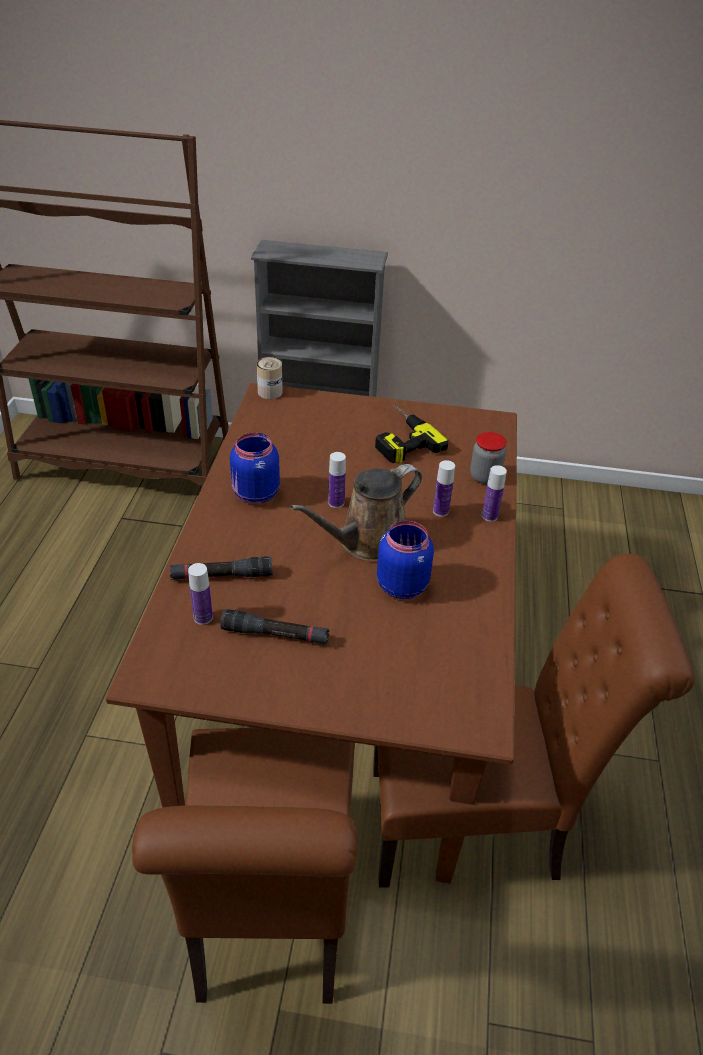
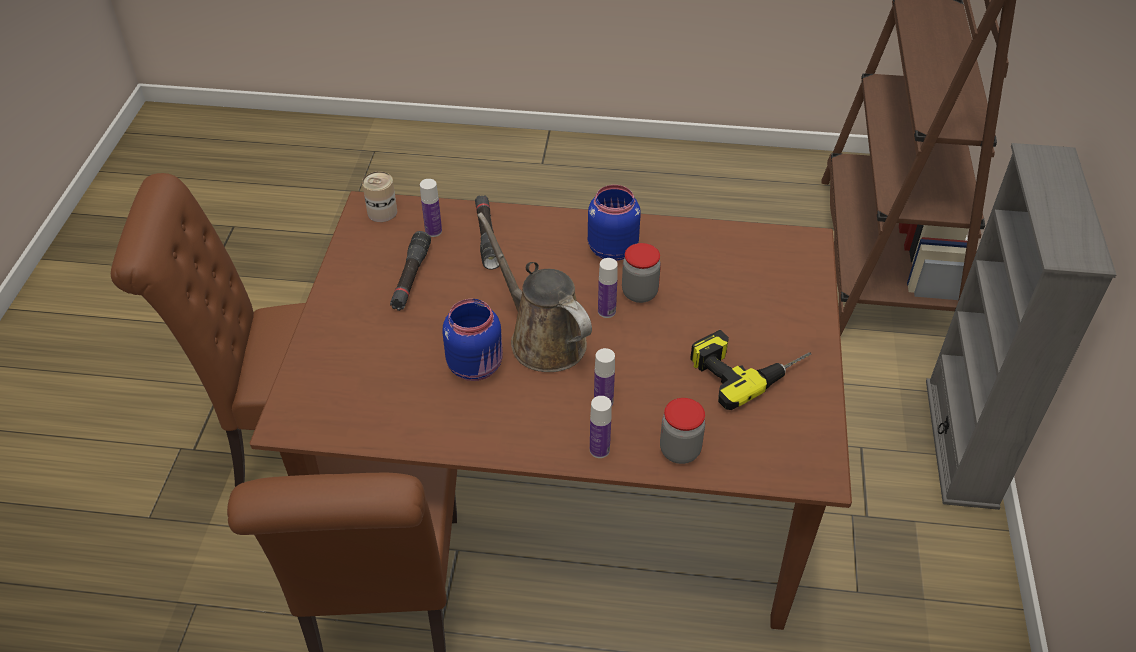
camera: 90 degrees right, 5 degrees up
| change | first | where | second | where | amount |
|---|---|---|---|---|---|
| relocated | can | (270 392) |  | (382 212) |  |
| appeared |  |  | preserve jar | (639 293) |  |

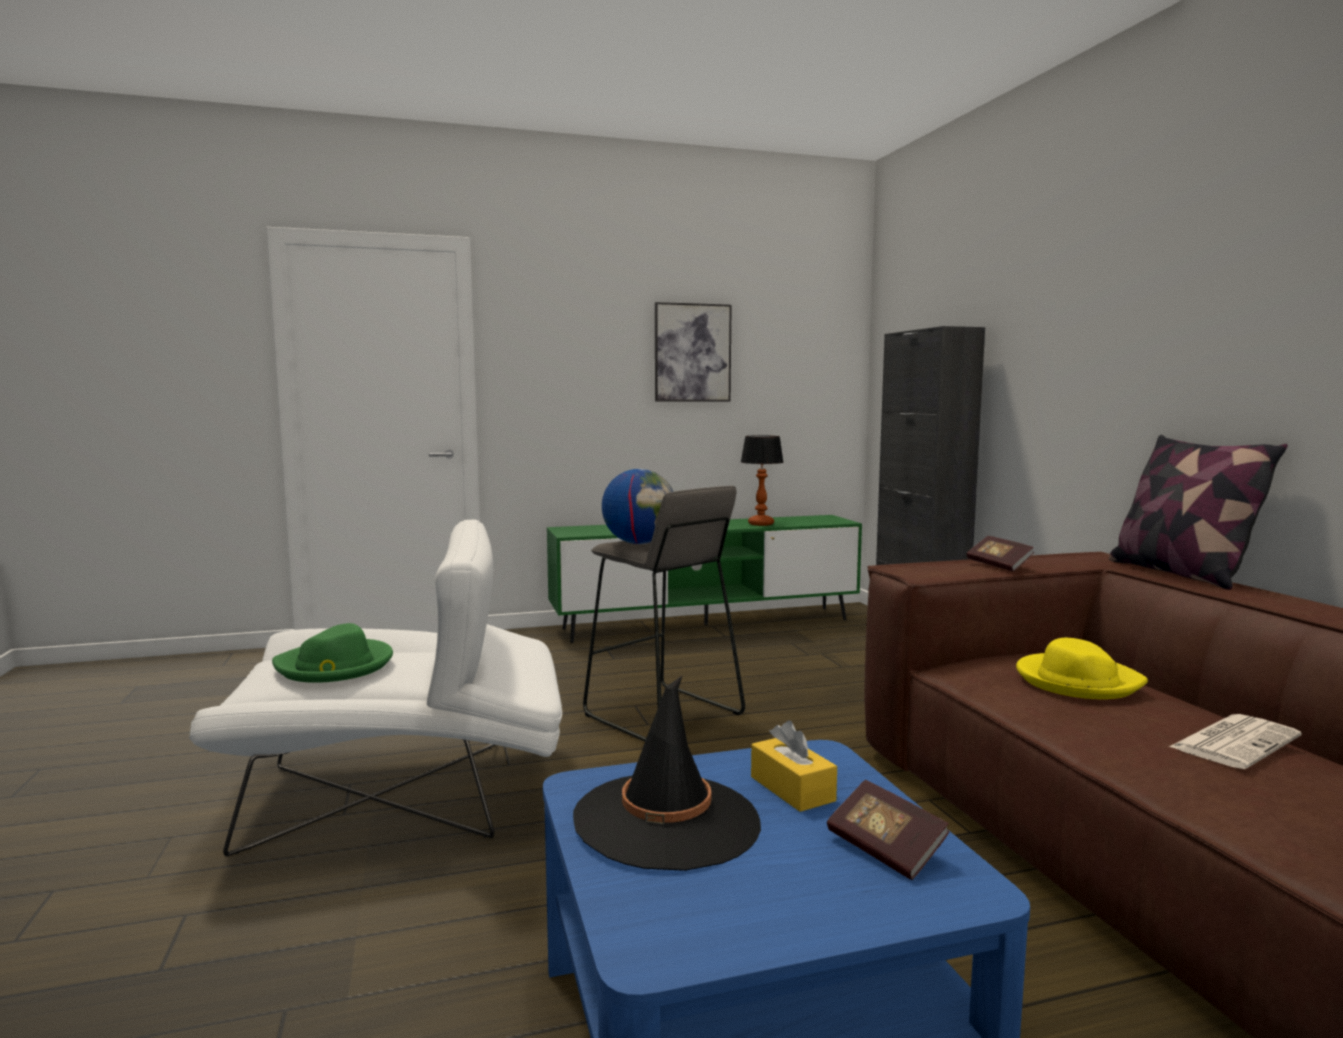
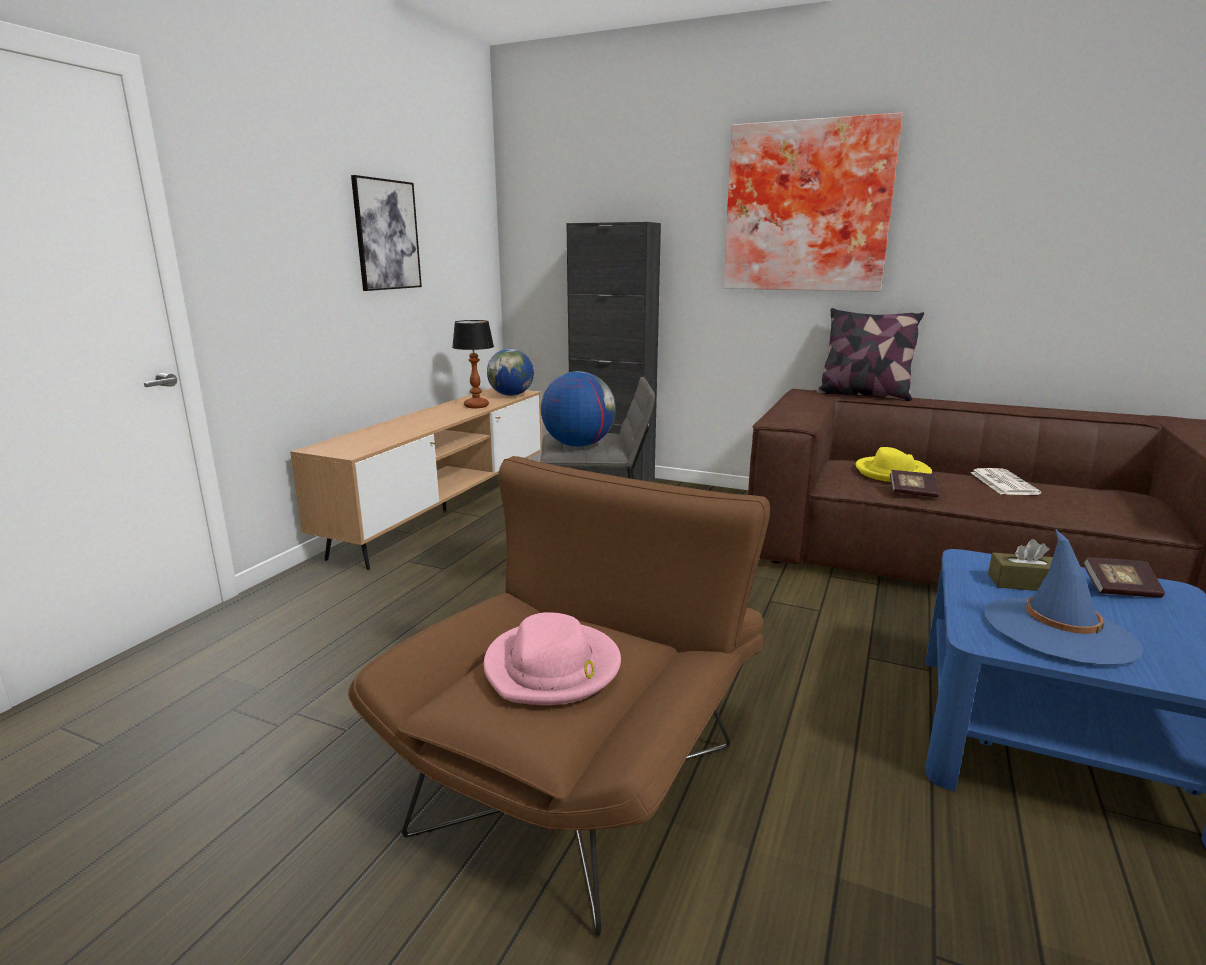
camera: 50 degrees left, 10 degrees up
| change | first | where | second | where | amount |
|---|---|---|---|---|---|
| colour | greenish media console | (706 624) | brown-coloured media console | (445 512) |  |
| colour | white-coloured lounge chair | (404 795) | brown-coloured lounge chair | (587 768) |  |
| colour | greenish hat | (335 666) | pink-coloured hat | (553 668) |  |
| appeared |  |  | desk globe | (511 395) |  |
| appeared |  |  | wall art | (807 208) |  |
| relocated | volume | (998 565) |  | (912 493) |  |
| colour | blackish hat | (667 821) | blue hat | (1058 631) |  |
| colour | yellow tissue box | (792 789) | brown-coloured tissue box | (1023 583) |  |

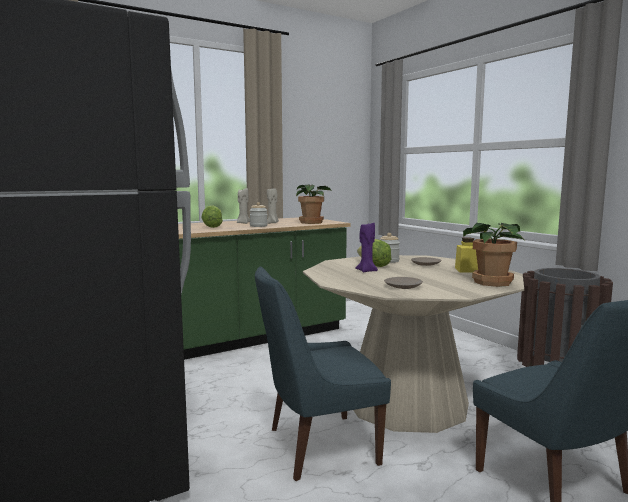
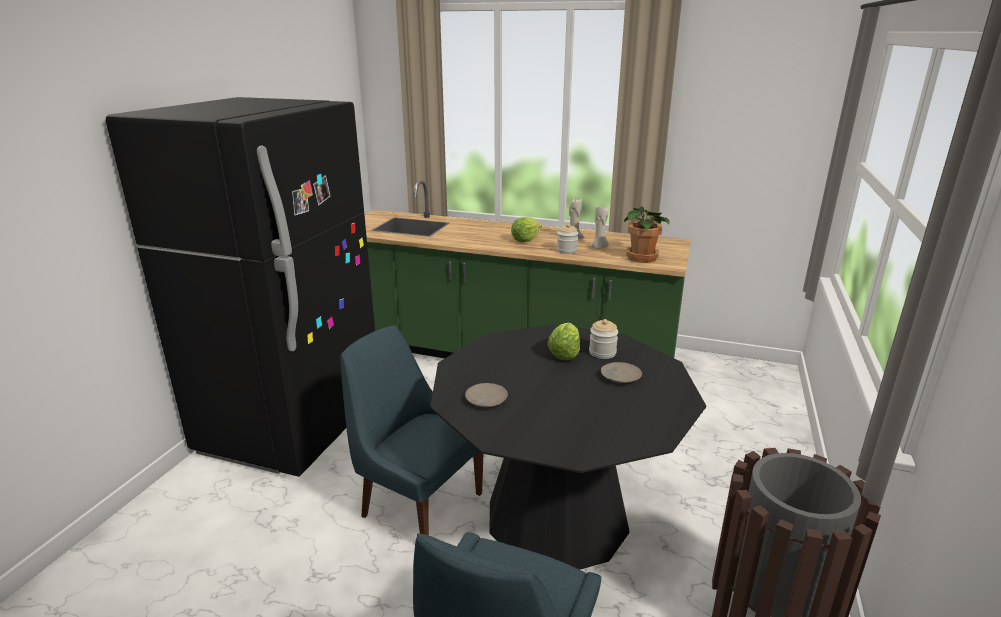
camera: 50 degrees right, 15 degrees up
| change | first | where | second | where | amount |
|---|---|---|---|---|---|
| colour | beige dining table | (407 402) | blackish dining table | (557 516) |  |
| missing | purplish candle | (366 271) |  |  |  |
| missing | yellow preserve jar | (466 270) |  |  |  |
| missing | houseplant | (491 282) |  |  |  |

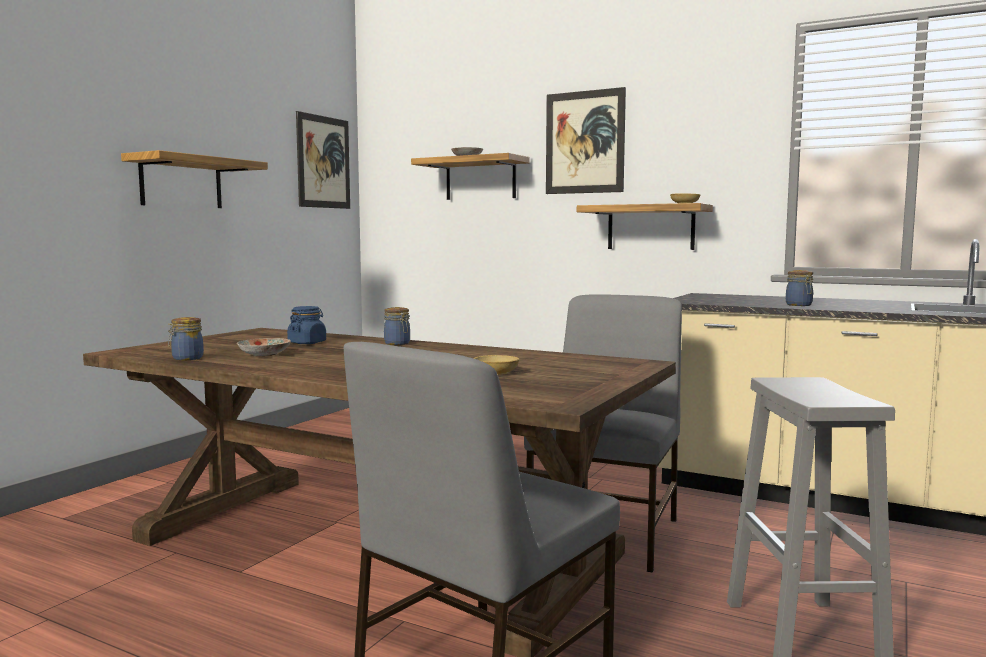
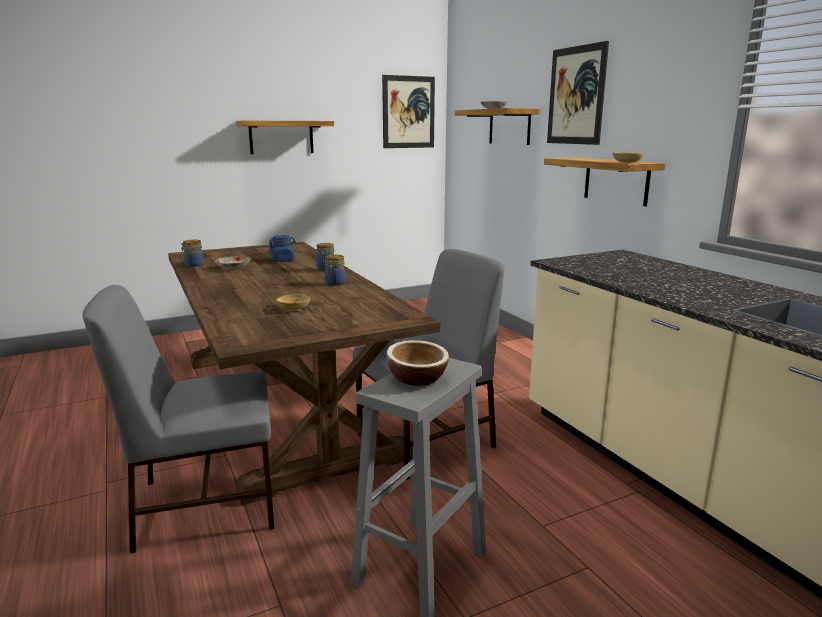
camera: 35 degrees right, 10 degrees up
| change | first | where | second | where | amount |
|---|---|---|---|---|---|
| relocated | preserve jar | (799 305) |  | (334 283) |  |
| appeared |  |  | bowl | (417 378) |  |

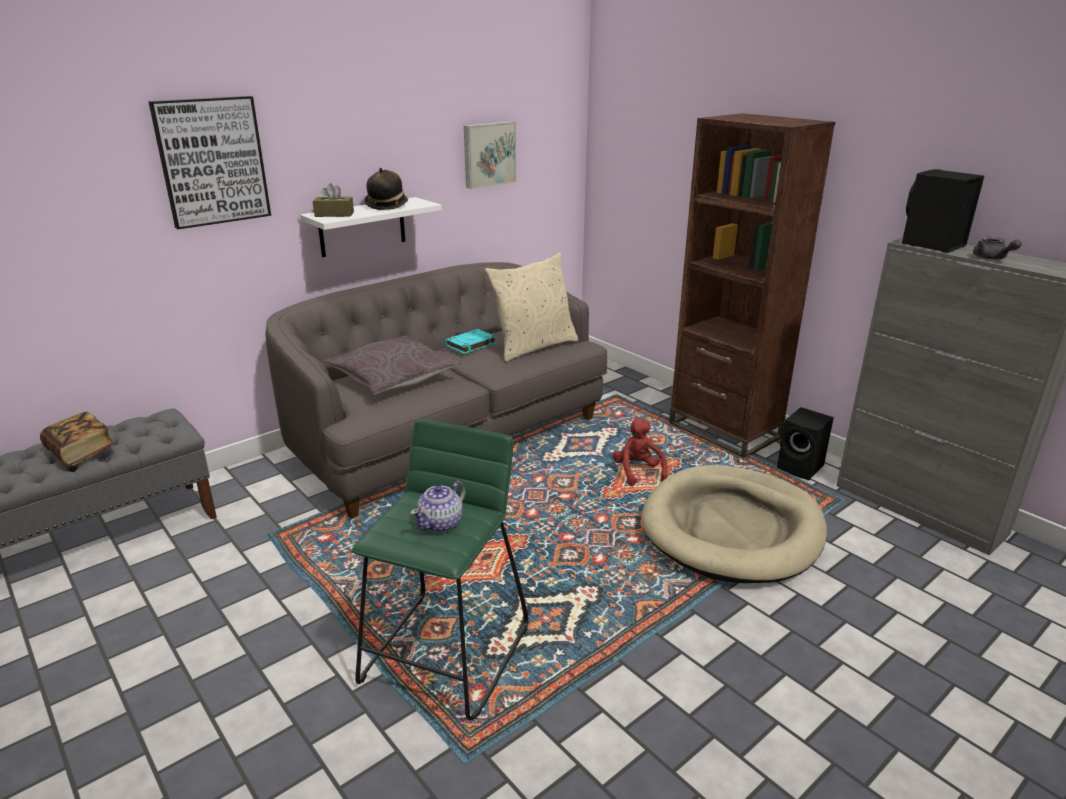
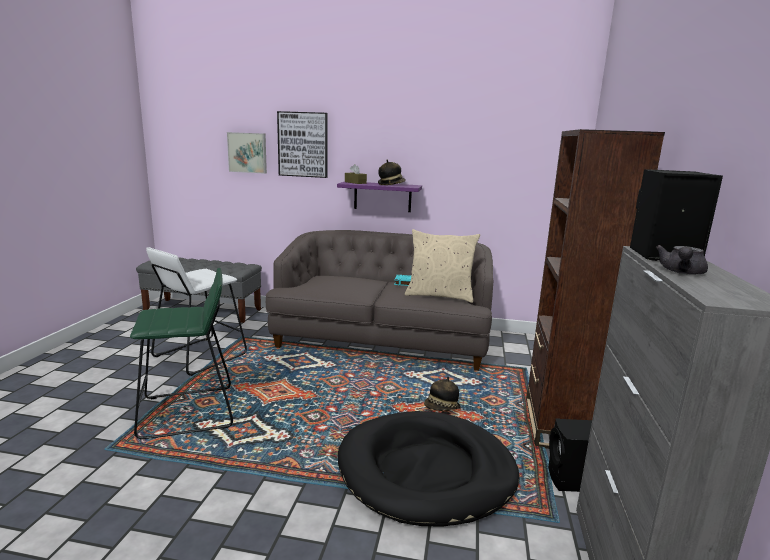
camera: 50 degrees right, 10 degrees down
| change | first | where | second | where | amount |
|---|---|---|---|---|---|
| appeared |  |  | white-coloured stool seat | (200 355) |  |
| relocated | wall art | (488 154) |  | (248 152) |  |
| colour | white-coloured shelf | (362 227) | purplish shelf | (382 196) |  |
| colour | beige dog cushion | (732 529) | blackish dog cushion | (426 471) |  |
| exchanged | red soft toy | (638 472) | hat | (442 408) |  |
| missing | volume | (81 452) |  |  |  |
| missing | greyish pillow | (392 377) |  |  |  |
| missing | tea pot | (441 523) |  |  |  |

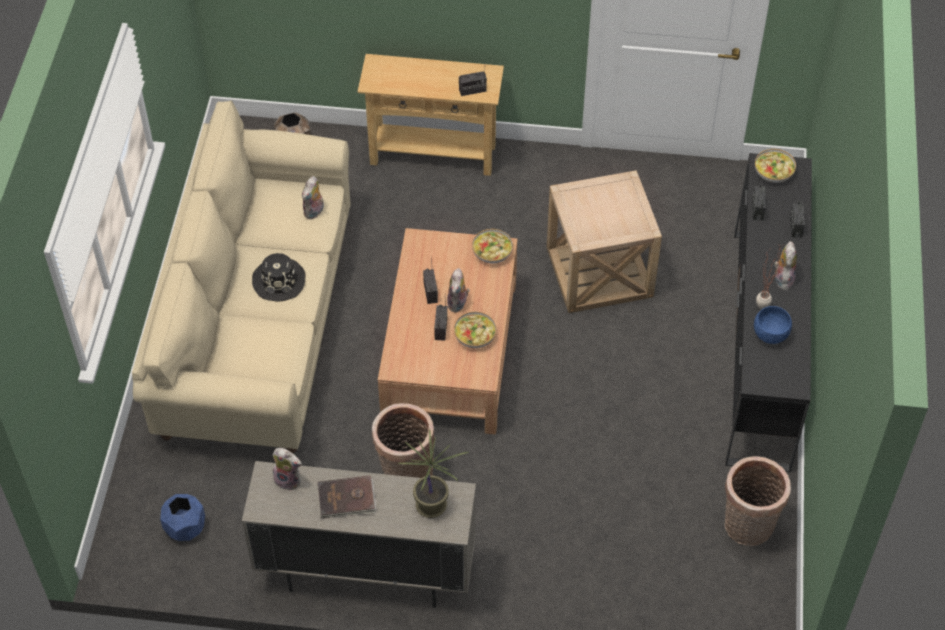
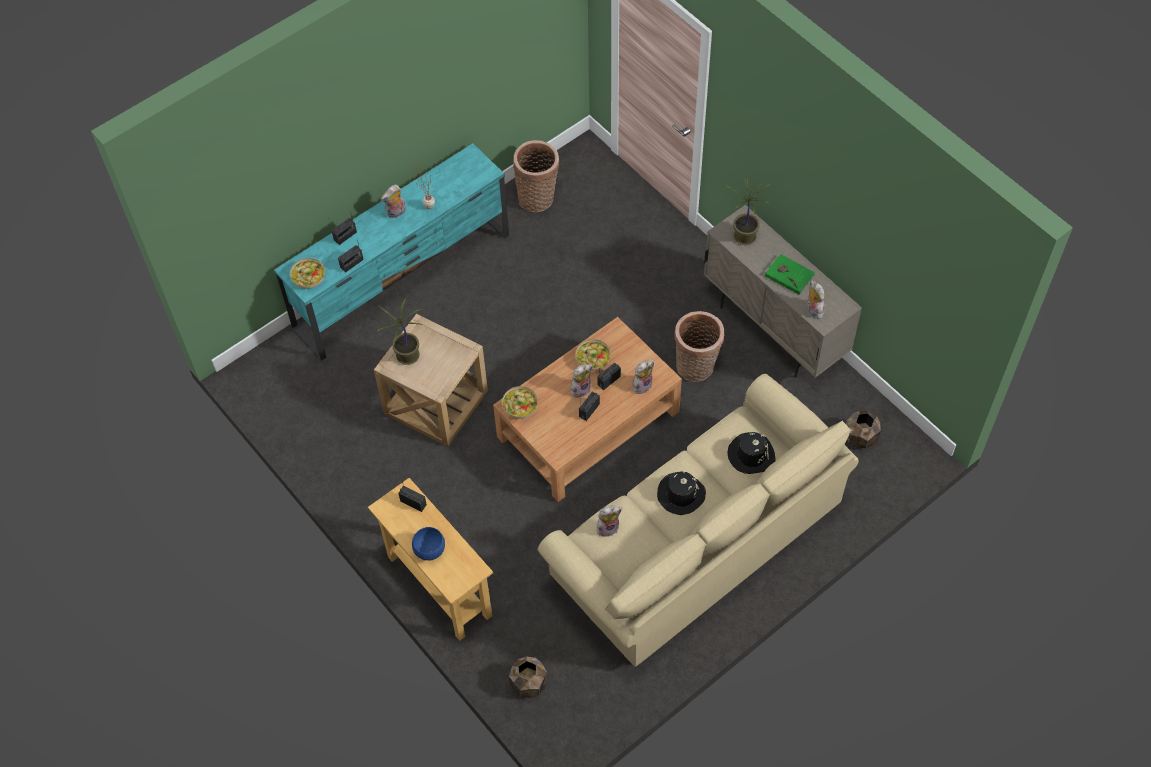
camera: 135 degrees left, 5 degrees up
| change | first | where | second | where | amount |
|---|---|---|---|---|---|
| colour | blackish media console | (760 347) | blue-green media console | (403 280) |  |
| appeared |  |  | houseplant | (407 357) |  |
| relocated | blue bowl | (769 335) |  | (430 550) |  |
| appeared |  |  | soft toy | (642 385) |  |
| appeared |  |  | blackish hat | (751 455) |  |
| colour | brown-coloured volume | (347 499) | greenish volume | (789 275) |  |
| colour | blue plant pot | (185 527) | brown-coloured plant pot | (860 438) |  |

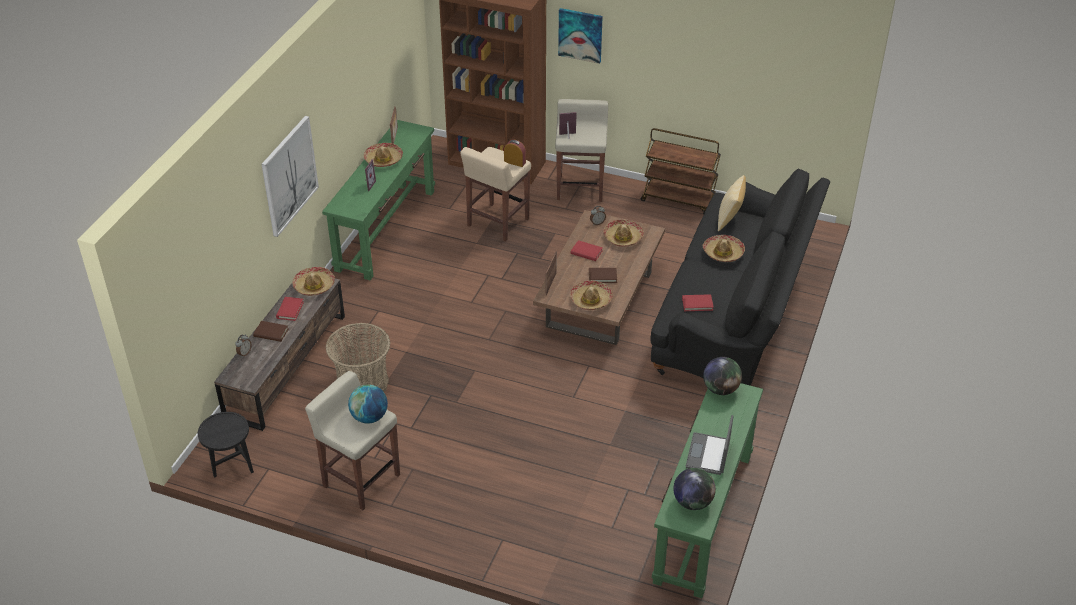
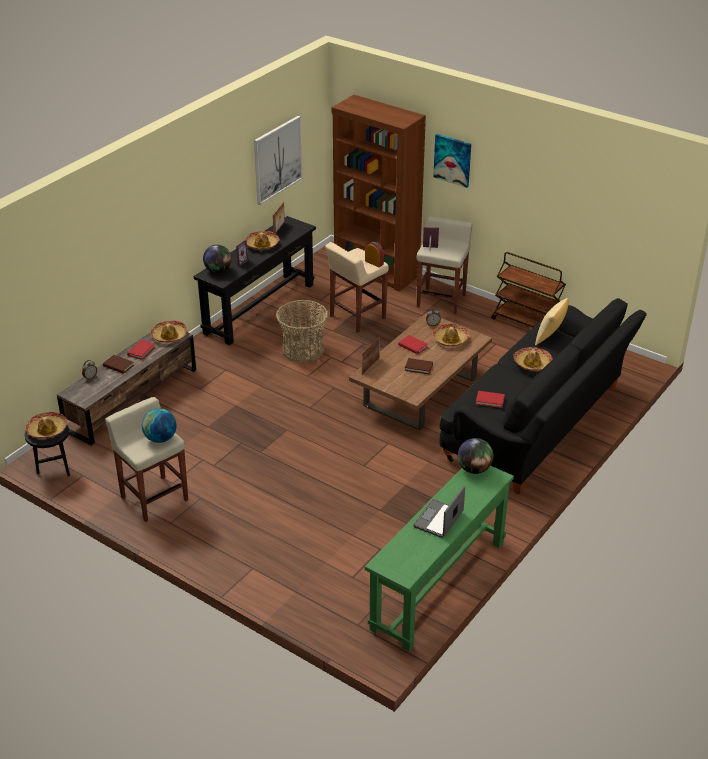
camera: 15 degrees right, 5 degrees down
| change | first | where | second | where | amount |
|---|---|---|---|---|---|
| relocated | hat | (591 300) |  | (47 430) |  |
| colour | greenish narrow table | (386 230) | blackish narrow table | (259 308) |  |
| relocated | desk globe | (692 502) |  | (218 271) |  |
| relocated | wall art | (289 175) |  | (277 159) |  |
| relocated | basket | (362 383) |  | (303 350) |  |

